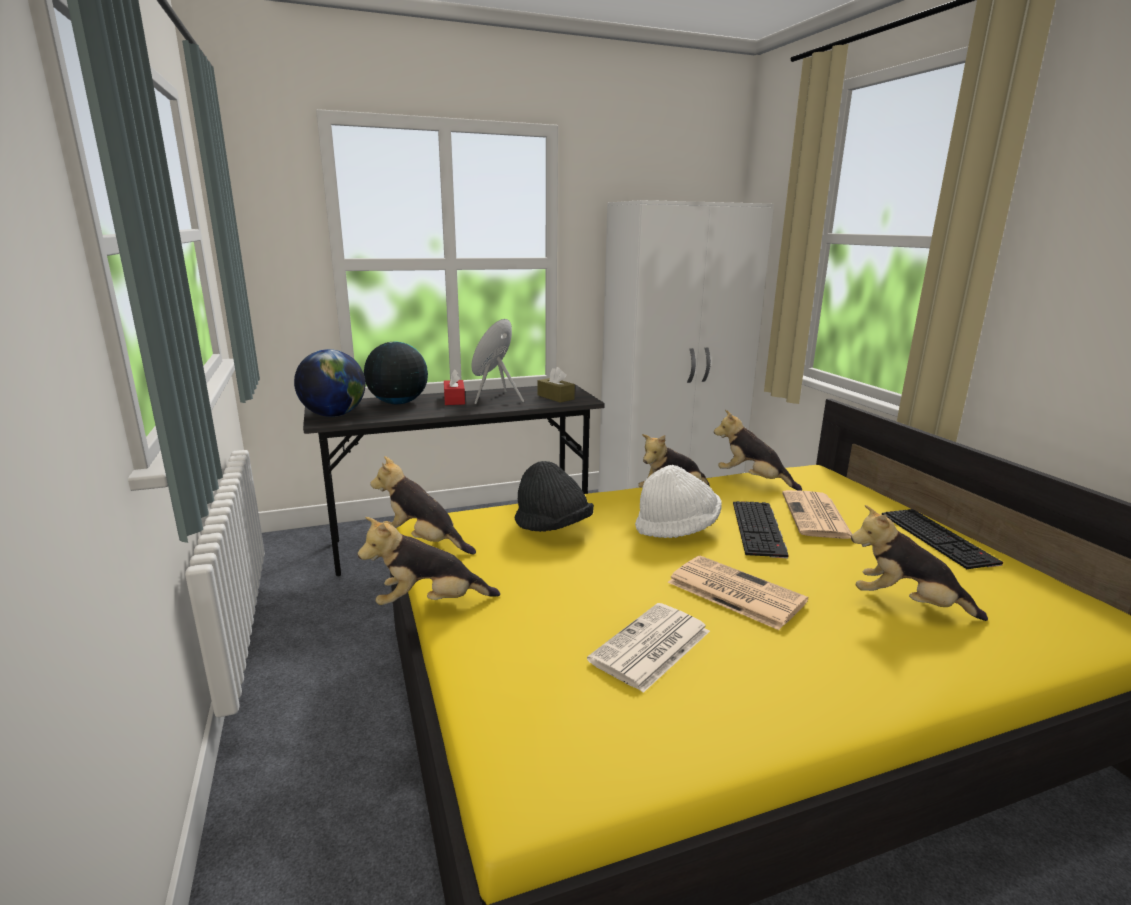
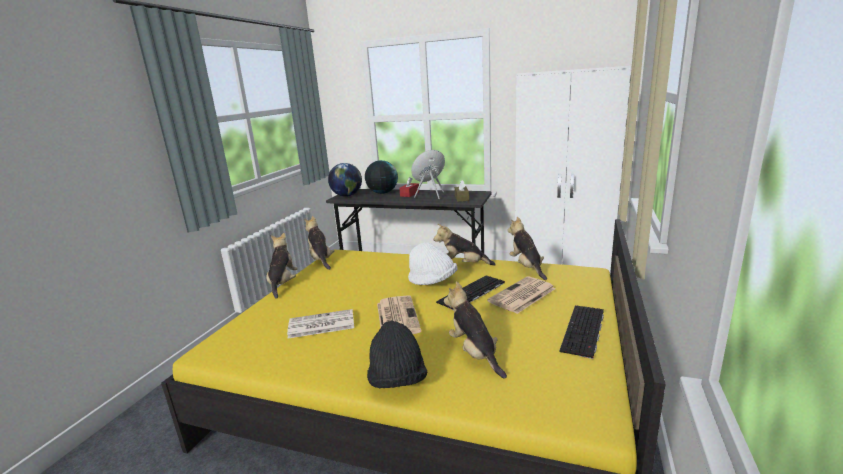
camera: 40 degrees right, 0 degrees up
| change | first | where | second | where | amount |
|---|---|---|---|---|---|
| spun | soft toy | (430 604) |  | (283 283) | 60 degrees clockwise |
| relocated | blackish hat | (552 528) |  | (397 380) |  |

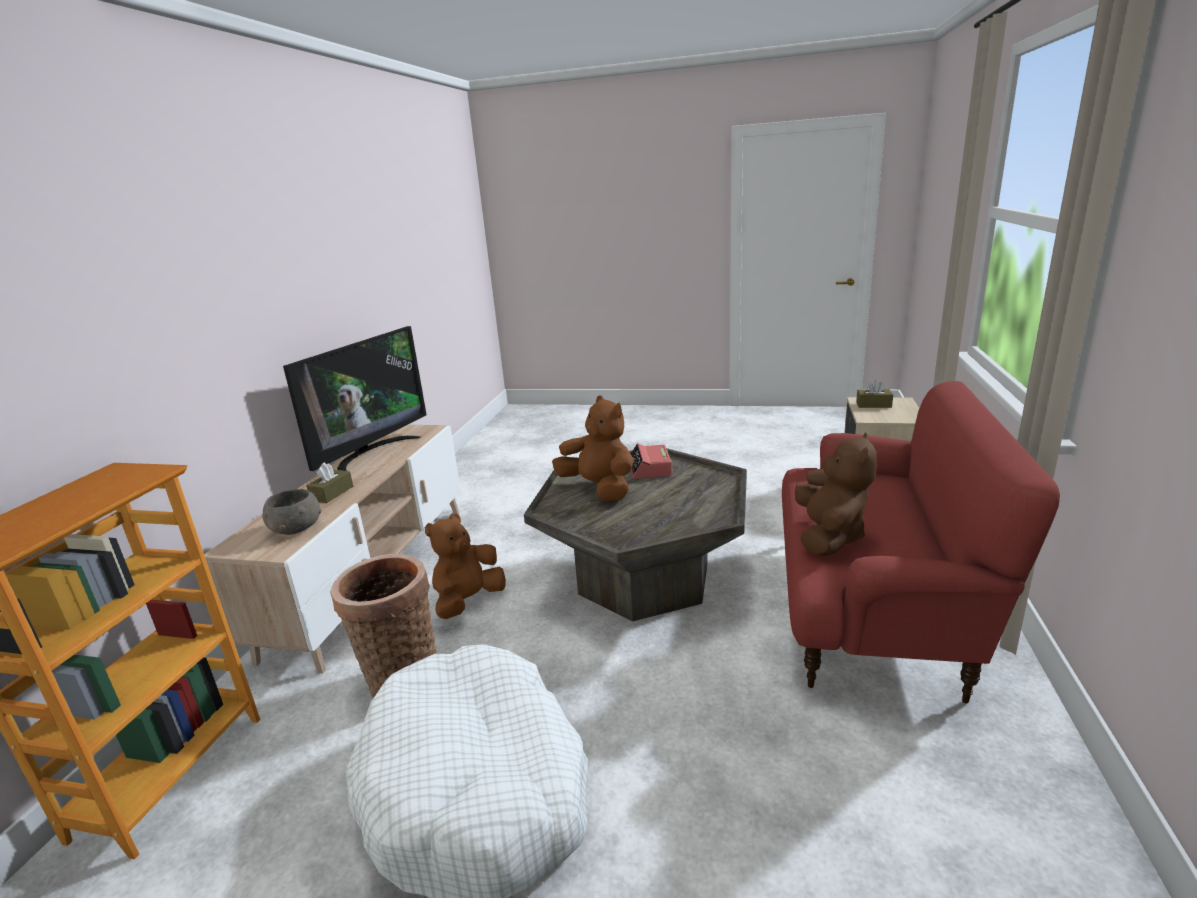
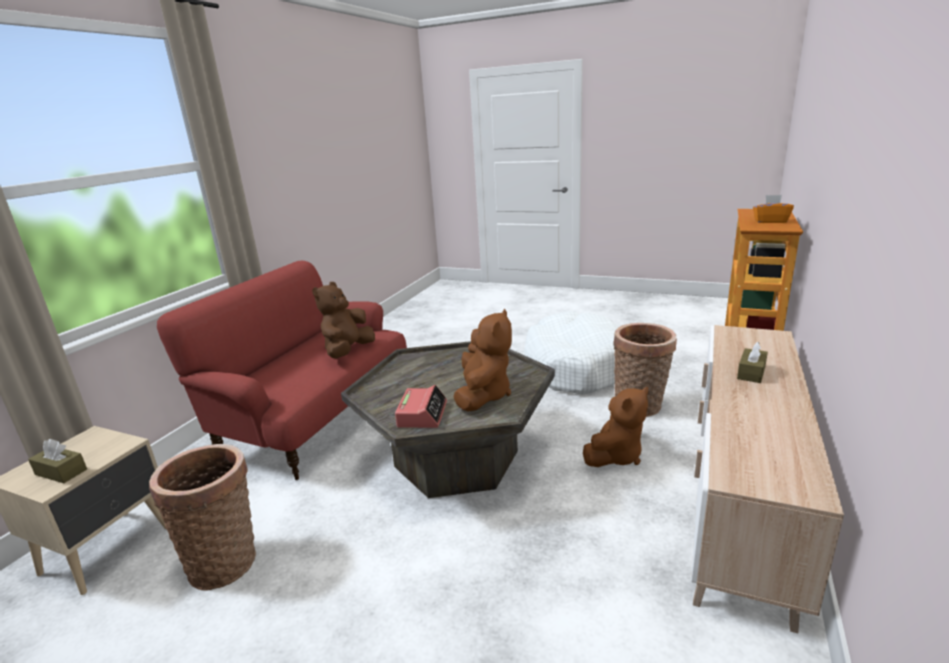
camera: 170 degrees left, 0 degrees up
| change | first | where | second | where | amount |
|---|---|---|---|---|---|
| appeared |  |  | basket | (225 560) |  |
| spun | brown-coloured soft toy | (599 489) |  | (483 395) | 135 degrees counterclockwise |
| appeared |  |  | orange tissue box | (770 221) |  |
| missing | greyish bowl | (295 528) |  |  |  |
| missing | television | (371 454) |  |  |  |

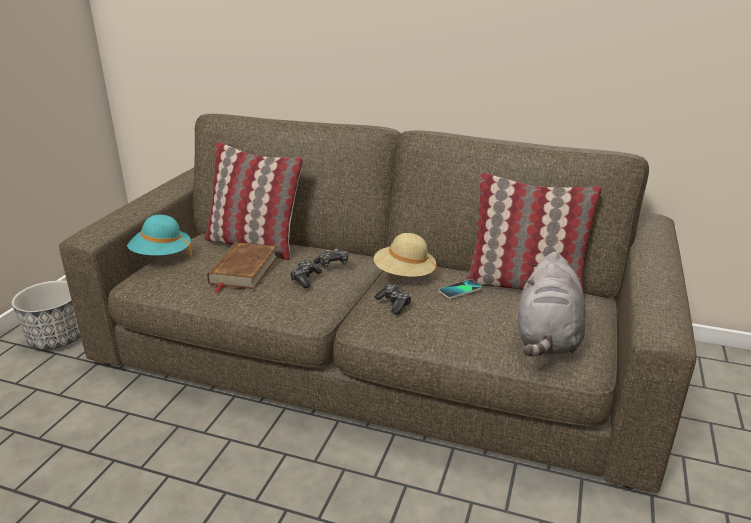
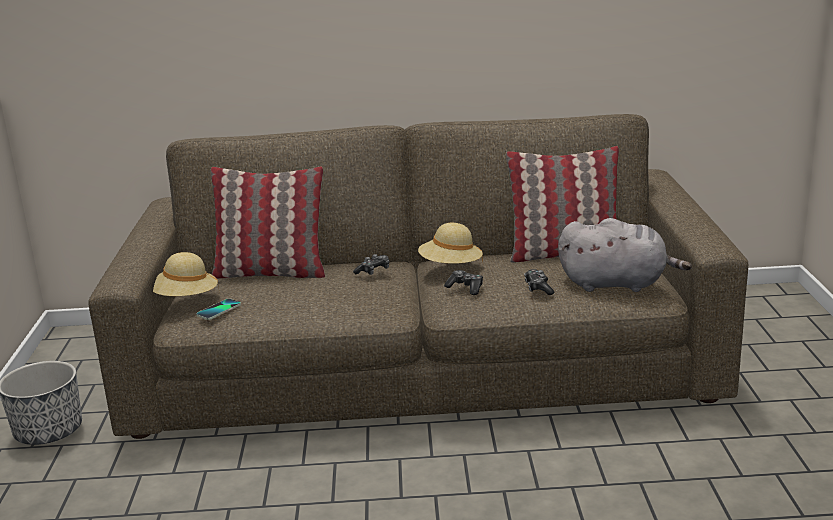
camera: 20 degrees left, 5 degrees down
| change | first | where | second | where | amount |
|---|---|---|---|---|---|
| colour | blue-green hat | (161 255) | beige hat | (185 299) |  |
| relocated | handset | (460 290) |  | (219 310) |  |
| relocated | gamepad | (305 279) |  | (538 288) |  |
| spun | greyish soft toy | (547 338) |  | (617 284) | 75 degrees counterclockwise |
| missing | brown-coloured volume | (243 270) |  |  |  |

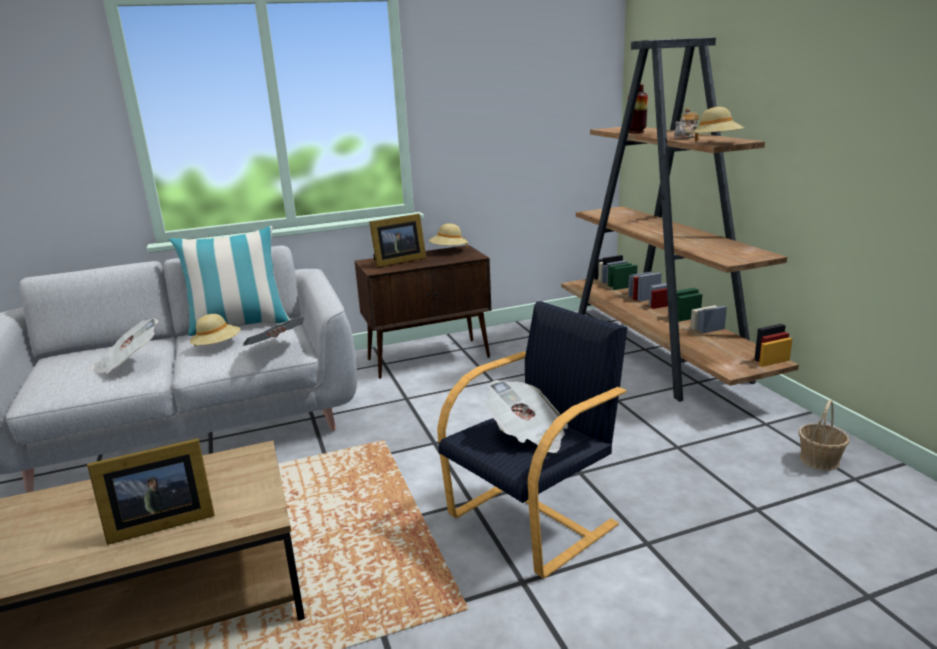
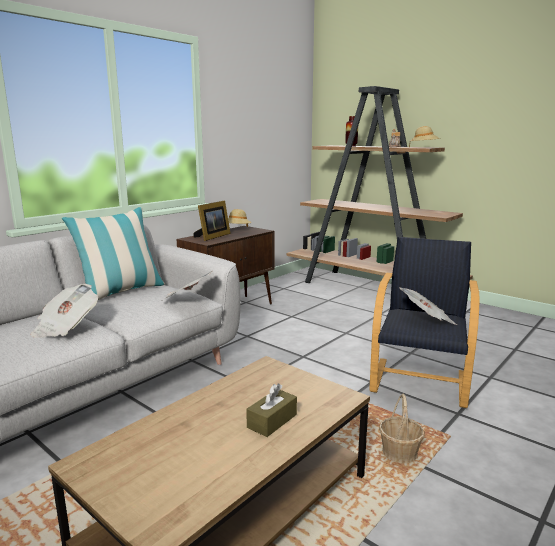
camera: 30 degrees left, 5 degrees down
| change | first | where | second | where | amount |
|---|---|---|---|---|---|
| exchanged | standing frame | (158 523) | brown-coloured tissue box | (272 421) |  |
| relocated | basket | (819 460) |  | (399 453) |  |
| missing | beige hat | (217 346) |  |  |  |

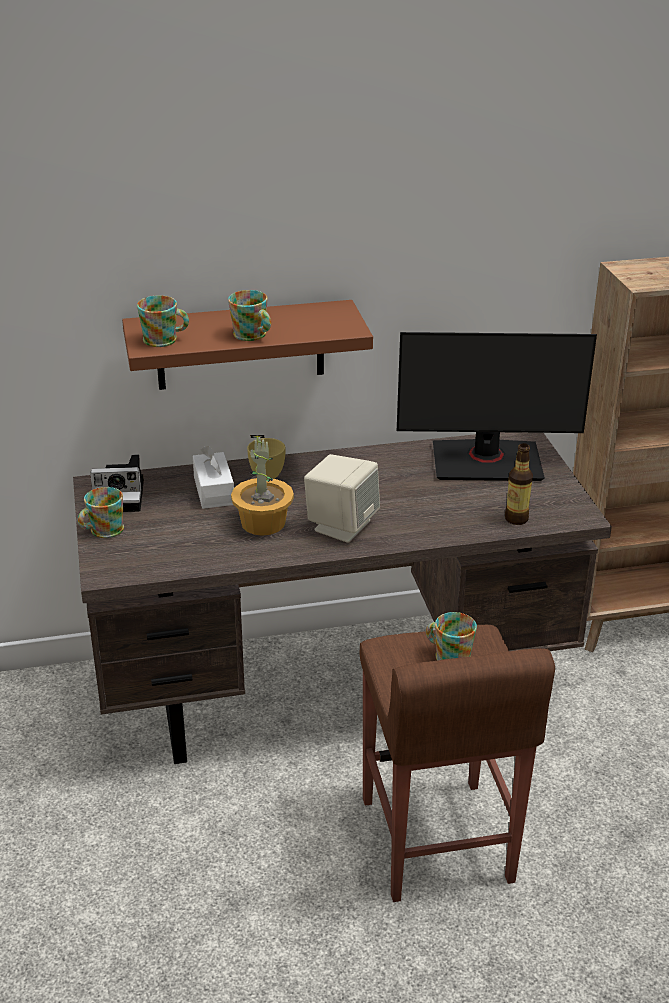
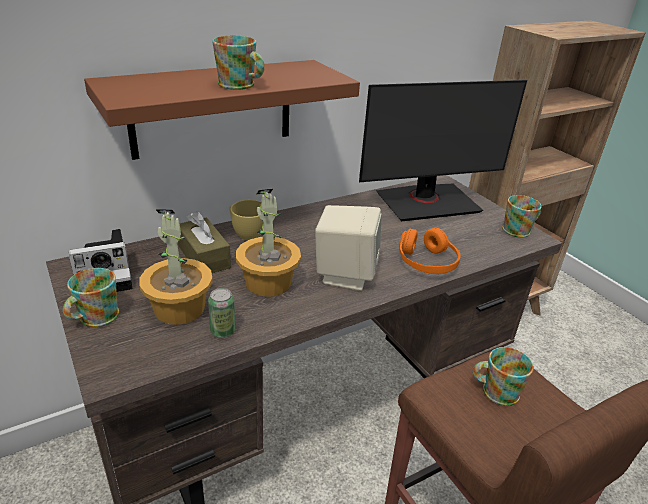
camera: 20 degrees left, 0 degrees up
| change | first | where | second | where | amount |
|---|---|---|---|---|---|
| appeared |  |  | houseplant | (179 309) |  |
| colour | white-coloured tissue box | (214 491) | brown-coloured tissue box | (204 257) |  |
| appeared |  |  | can | (223 331) |  |
| appeared |  |  | orange headset | (426 262) |  |
| relocated | coffee mug | (165 340) |  | (519 230) |  |
| missing | drink bottle | (516 519) |  |  |  |

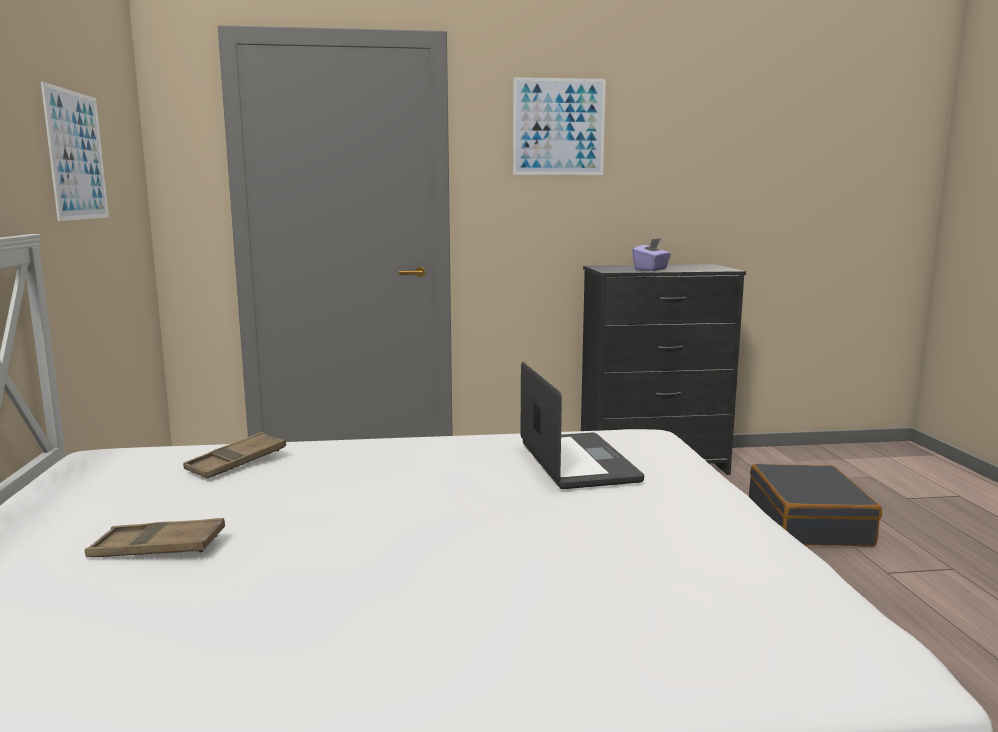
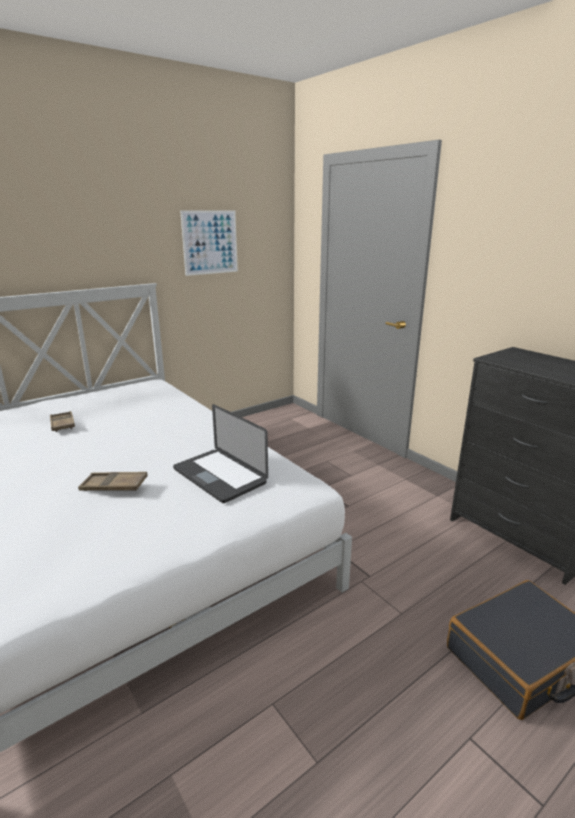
camera: 60 degrees right, 10 degrees up
| change | first | where | second | where | amount |
|---|---|---|---|---|---|
| relocated | brown-coloured tray | (237 462) |  | (114 486) |  |
| spun | portable computer | (577 462) |  | (219 476) | 90 degrees clockwise |
| missing | wall art | (558 127) |  |  |  |
| missing | purplish tissue box | (651 269) |  |  |  |

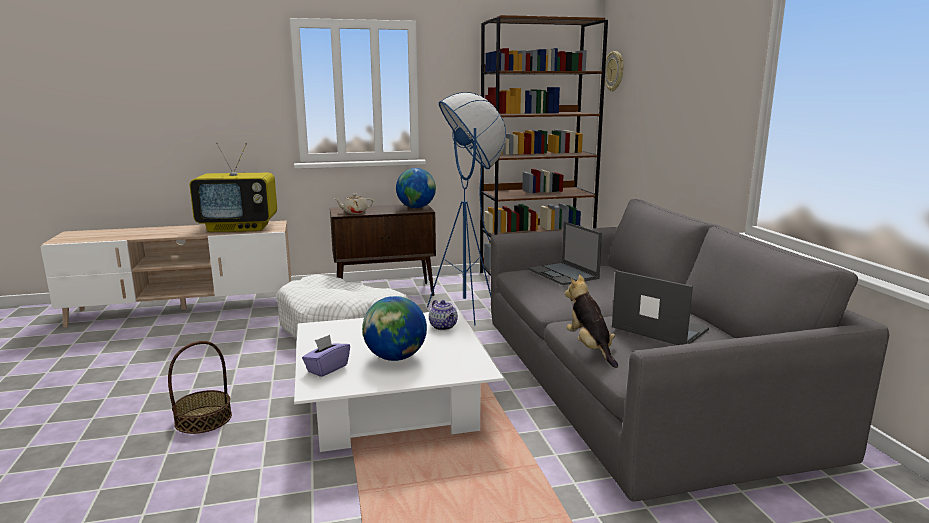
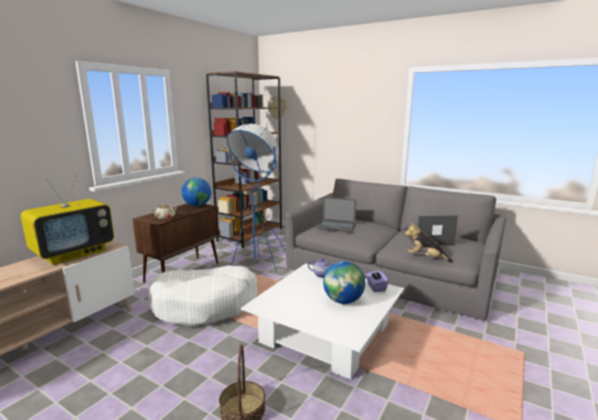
camera: 45 degrees left, 0 degrees up
| change | first | where | second | where | amount |
|---|---|---|---|---|---|
| relocated | purplish tissue box | (327 368) |  | (375 287) |  |

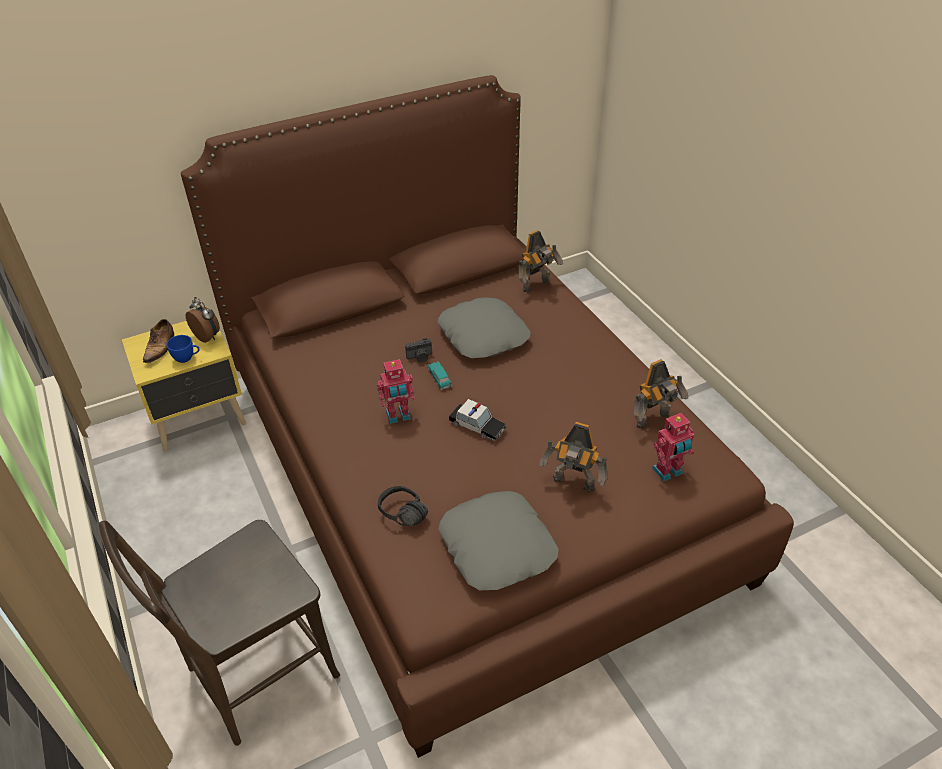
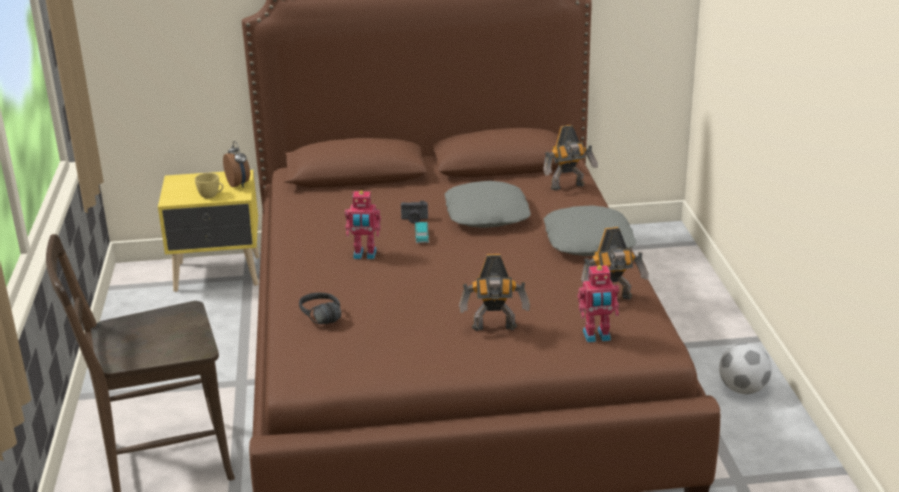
camera: 20 degrees right, 15 degrees down
| change | first | where | second | where | amount |
|---|---|---|---|---|---|
| colour | blue cup | (187 358) | yellow cup | (211 196) |  |
| spun | toy robot | (573 485) |  | (494 328) | 45 degrees counterclockwise |
| relocated | greyish pillow | (498 547) |  | (589 241) |  |
| appeared |  |  | football | (743 389) |  |
| missing | item of footwear | (160 347) |  |  |  |
| missing | toy car | (477 426) |  |  |  |

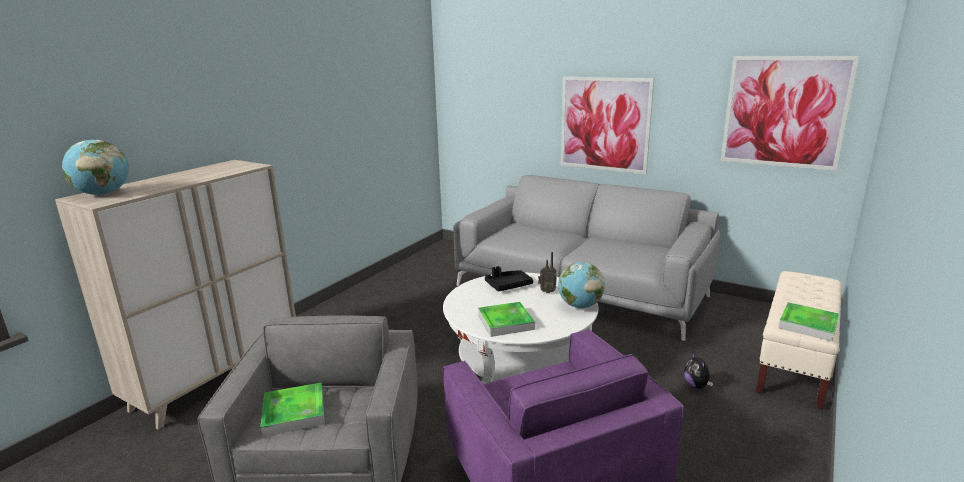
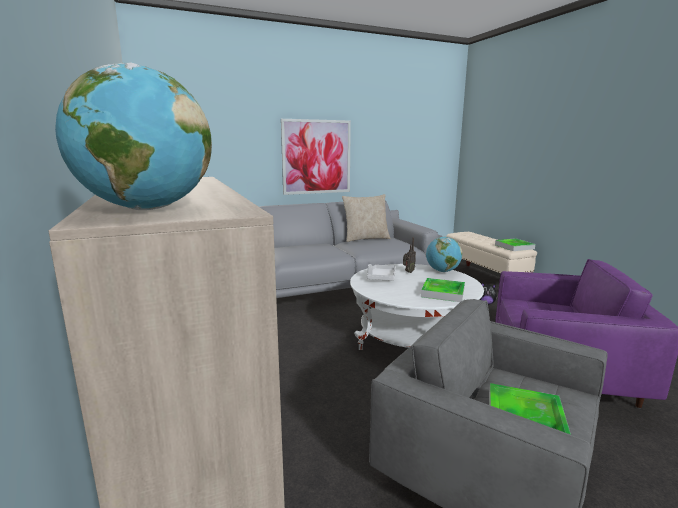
camera: 55 degrees left, 5 degrees down
| change | first | where | second | where | amount |
|---|---|---|---|---|---|
| appeared |  |  | beige pillow | (365 239) |  |
| colour | blackish tray | (508 285) | white-coloured tray | (381 277) |  |
| missing | wall art | (784 112) |  |  |  |

